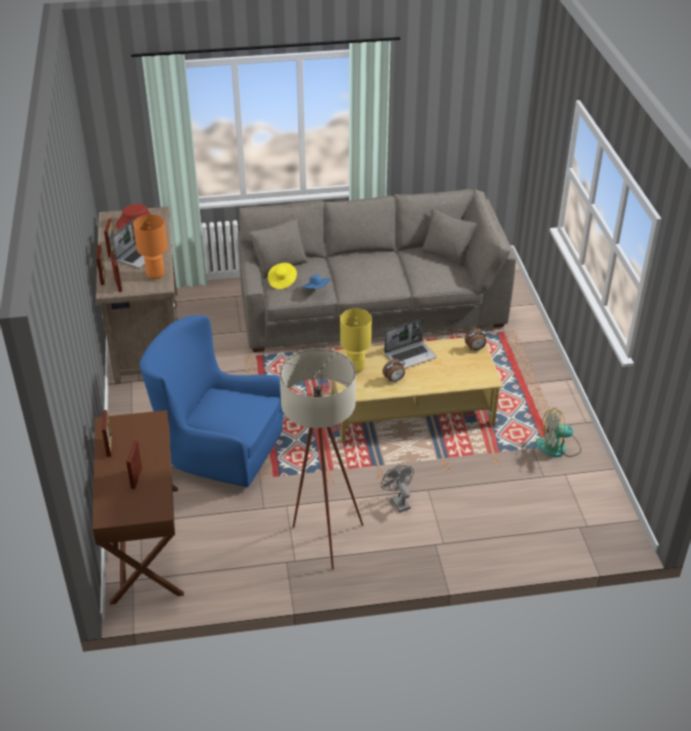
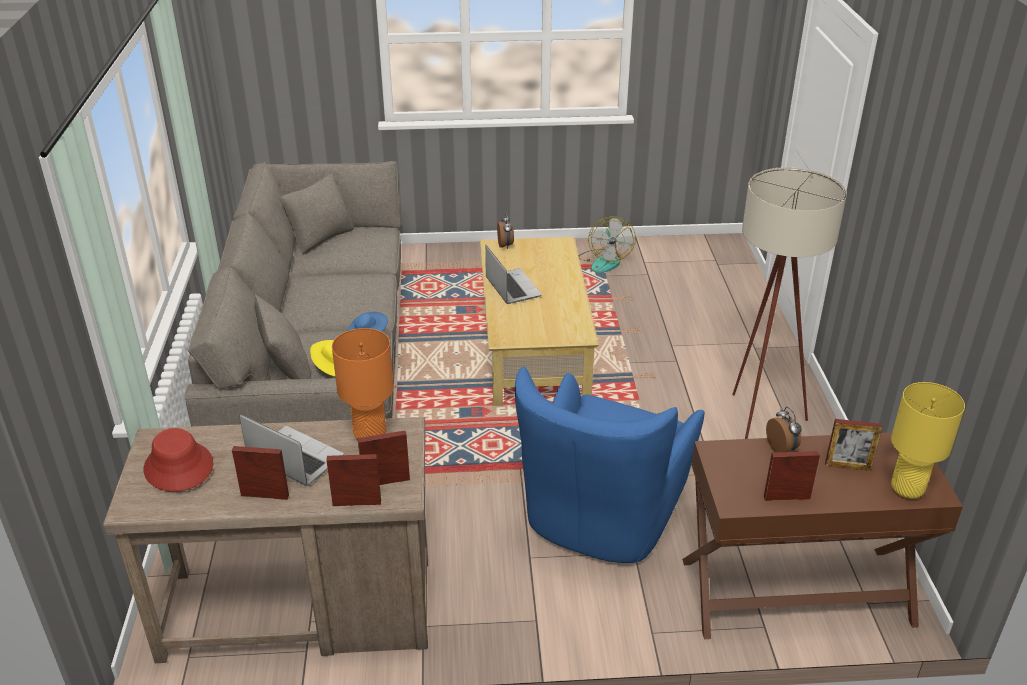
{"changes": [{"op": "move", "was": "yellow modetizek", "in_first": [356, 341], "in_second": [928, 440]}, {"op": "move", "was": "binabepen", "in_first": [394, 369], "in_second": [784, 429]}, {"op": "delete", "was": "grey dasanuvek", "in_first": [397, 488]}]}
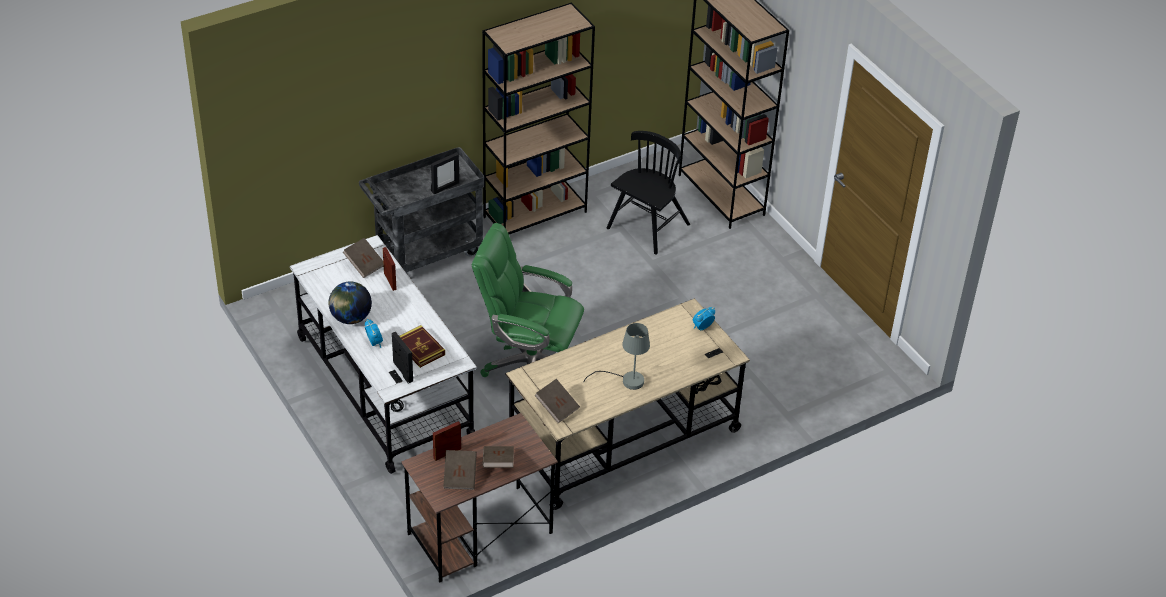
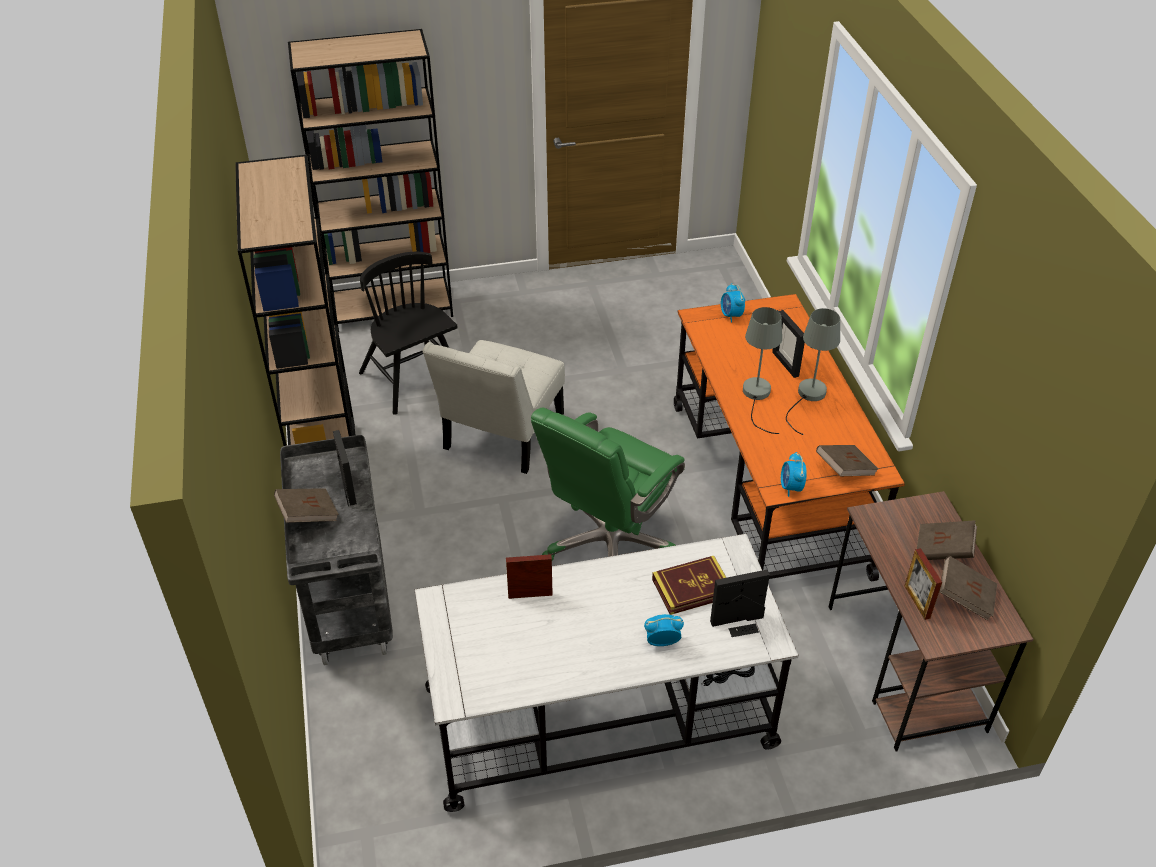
{"changes": [{"op": "move", "was": "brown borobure", "in_first": [363, 258], "in_second": [306, 505]}, {"op": "delete", "was": "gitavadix", "in_first": [350, 302]}, {"op": "recolor", "was": "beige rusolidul", "now": "orange rusolidul", "in_first": [628, 404], "in_second": [789, 438]}, {"op": "insert", "now": "grey modetizek", "in_second": [762, 370]}, {"op": "insert", "now": "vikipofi", "in_second": [788, 344]}, {"op": "insert", "now": "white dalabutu", "in_second": [494, 407]}, {"op": "insert", "now": "binabepen", "in_second": [794, 474]}]}
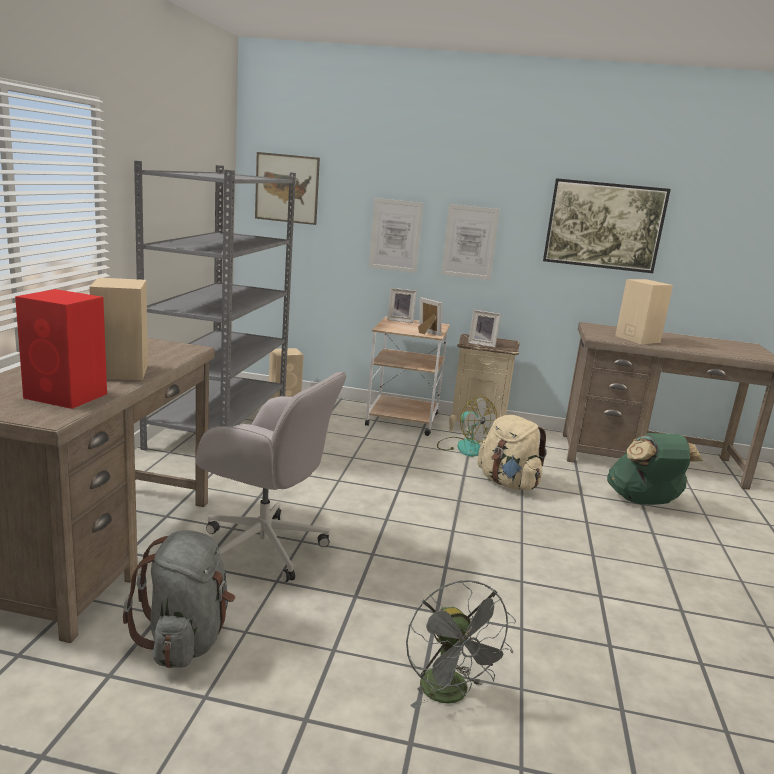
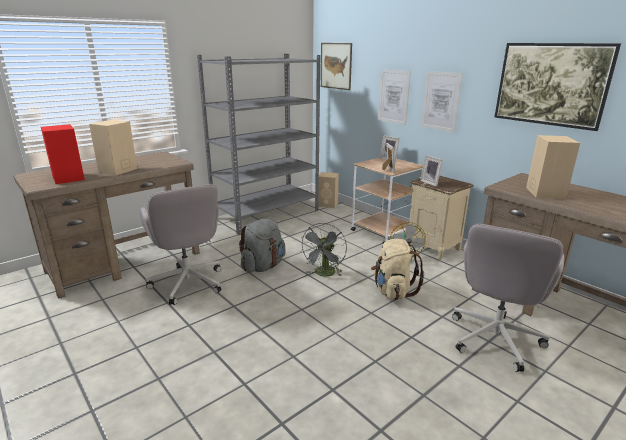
{"changes": [{"op": "replace", "was": "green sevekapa", "now": "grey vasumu", "in_first": [655, 469], "in_second": [508, 298]}, {"op": "move", "was": "grey sevekapa", "in_first": [179, 599], "in_second": [262, 246]}, {"op": "move", "was": "grey dasanuvek", "in_first": [461, 644], "in_second": [323, 250]}]}
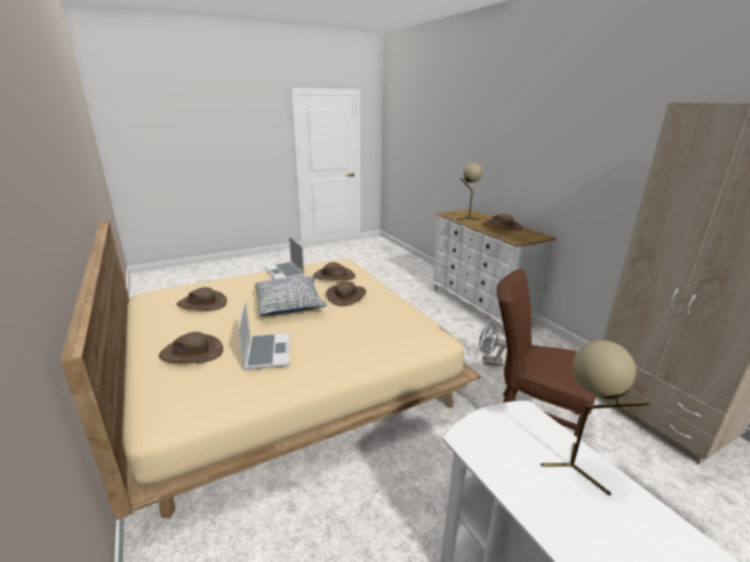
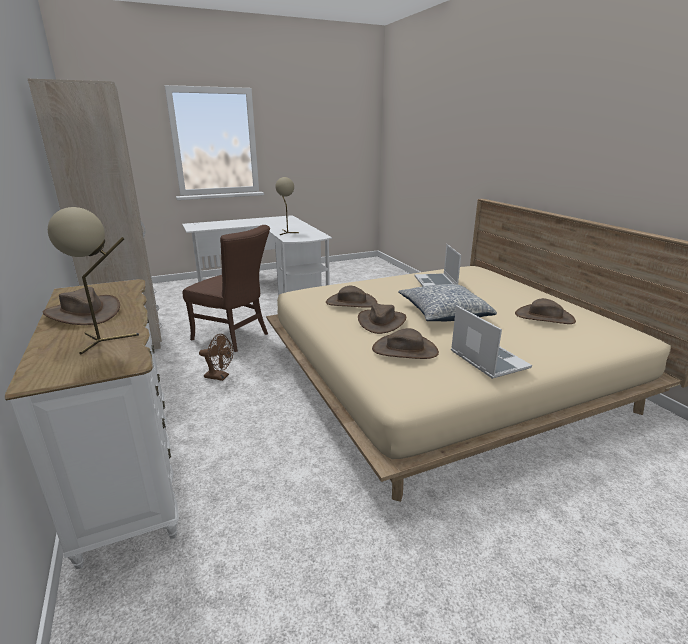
{"changes": [{"op": "recolor", "was": "grey dasanuvek", "now": "brown dasanuvek", "in_first": [493, 345], "in_second": [216, 357]}, {"op": "move", "was": "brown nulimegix", "in_first": [191, 347], "in_second": [352, 296]}]}
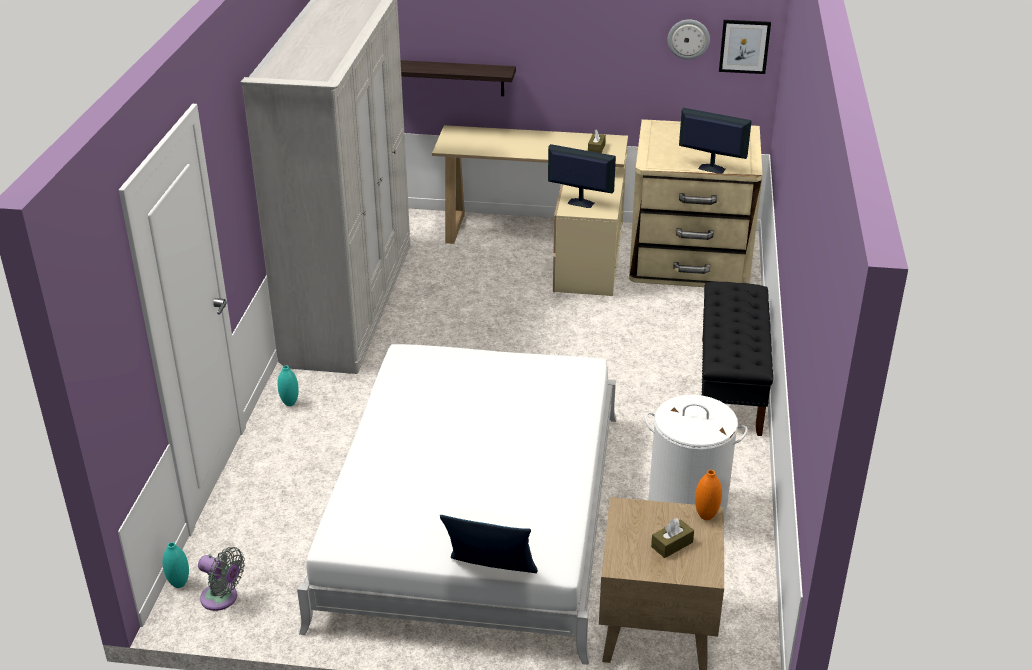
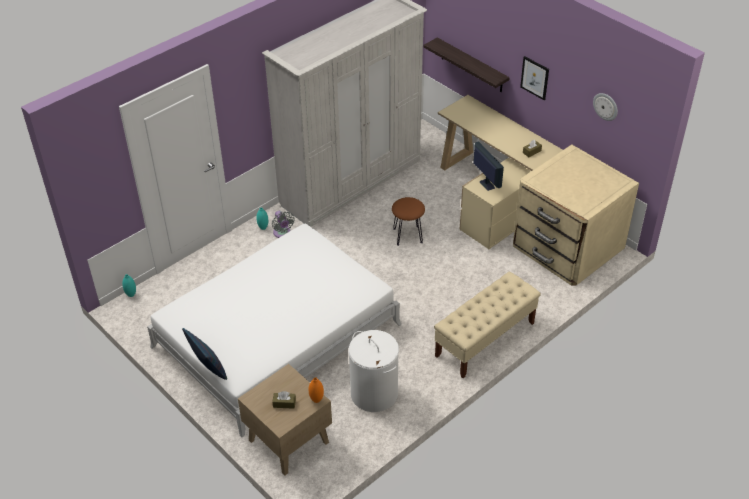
{"changes": [{"op": "move", "was": "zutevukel", "in_first": [745, 47], "in_second": [534, 78]}, {"op": "delete", "was": "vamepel", "in_first": [715, 141]}, {"op": "recolor", "was": "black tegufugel", "now": "beige tegufugel", "in_first": [737, 359], "in_second": [487, 325]}, {"op": "move", "was": "grey dasanuvek", "in_first": [221, 579], "in_second": [283, 224]}, {"op": "insert", "now": "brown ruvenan", "in_second": [408, 221]}]}
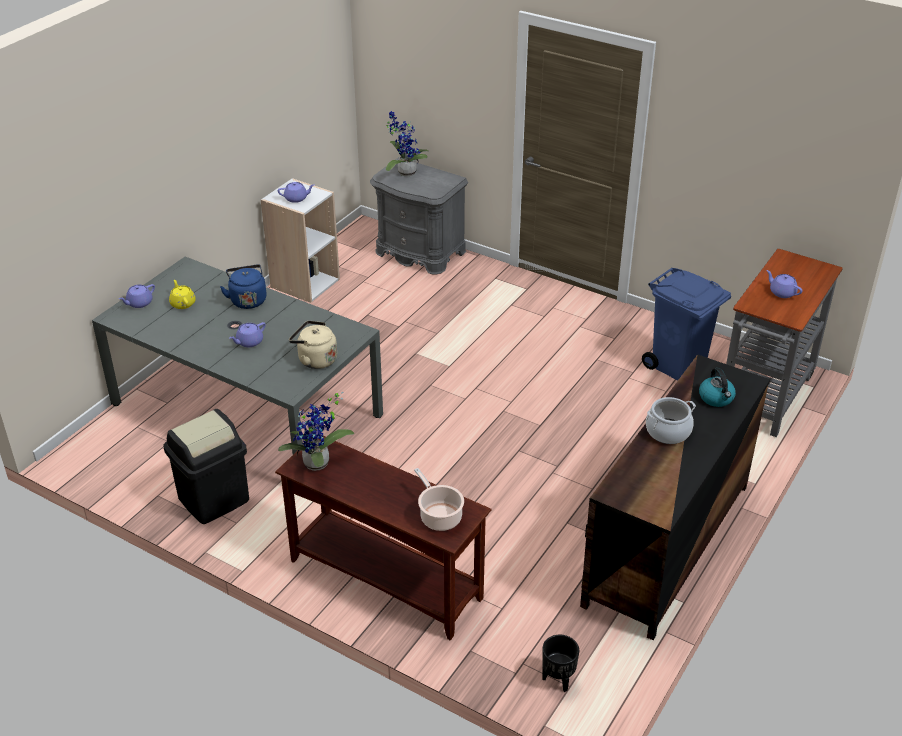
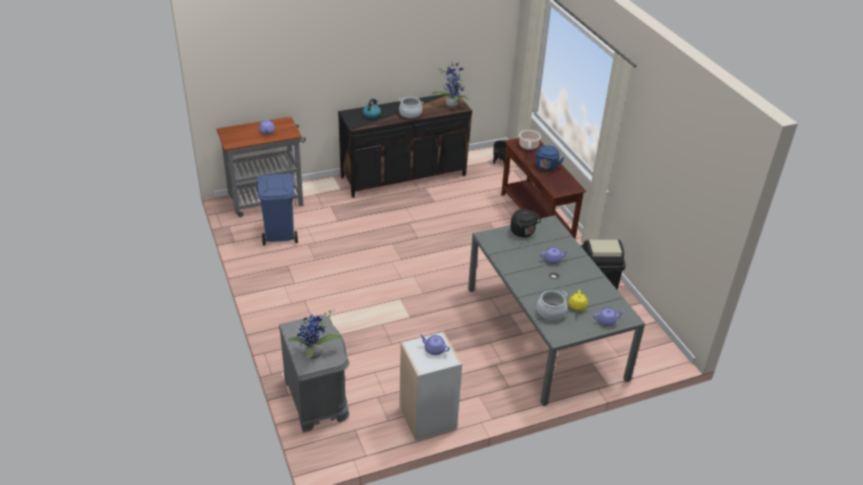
{"changes": [{"op": "move", "was": "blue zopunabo", "in_first": [243, 286], "in_second": [549, 158]}, {"op": "recolor", "was": "beige zopunabo", "now": "black zopunabo", "in_first": [313, 345], "in_second": [525, 223]}, {"op": "move", "was": "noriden", "in_first": [316, 431], "in_second": [450, 85]}, {"op": "insert", "now": "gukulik", "in_second": [552, 305]}]}
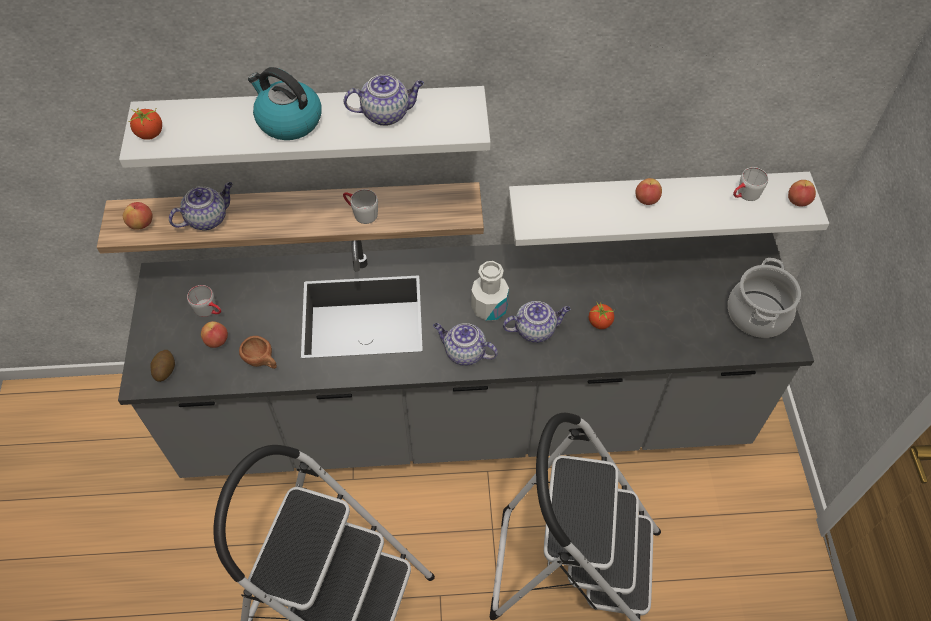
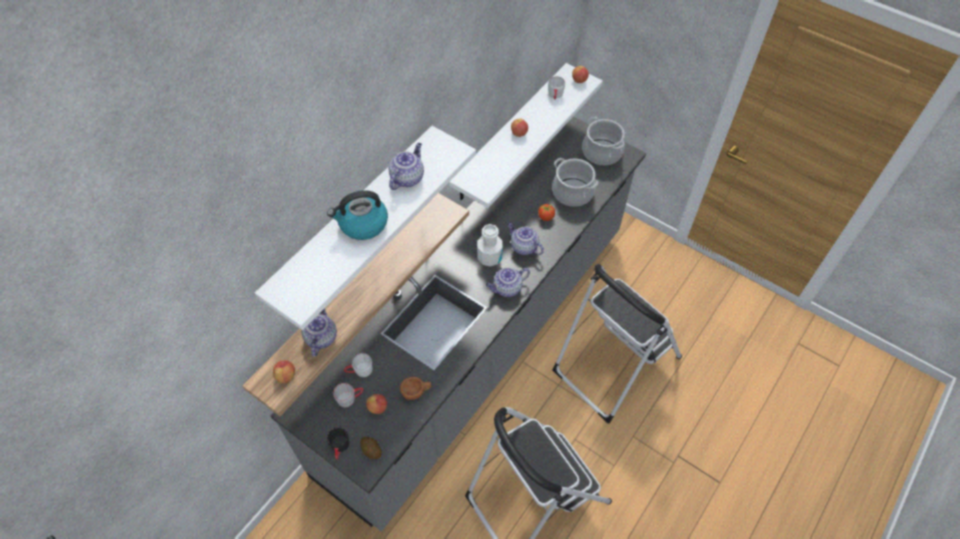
{"changes": [{"op": "delete", "was": "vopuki", "in_first": [145, 124]}, {"op": "move", "was": "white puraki", "in_first": [360, 206], "in_second": [358, 365]}, {"op": "rotate", "was": "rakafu", "in_first": [536, 322], "in_second": [525, 238], "clockwise": -75}, {"op": "insert", "now": "gukulik", "in_second": [575, 182]}, {"op": "insert", "now": "black puraki", "in_second": [338, 443]}]}
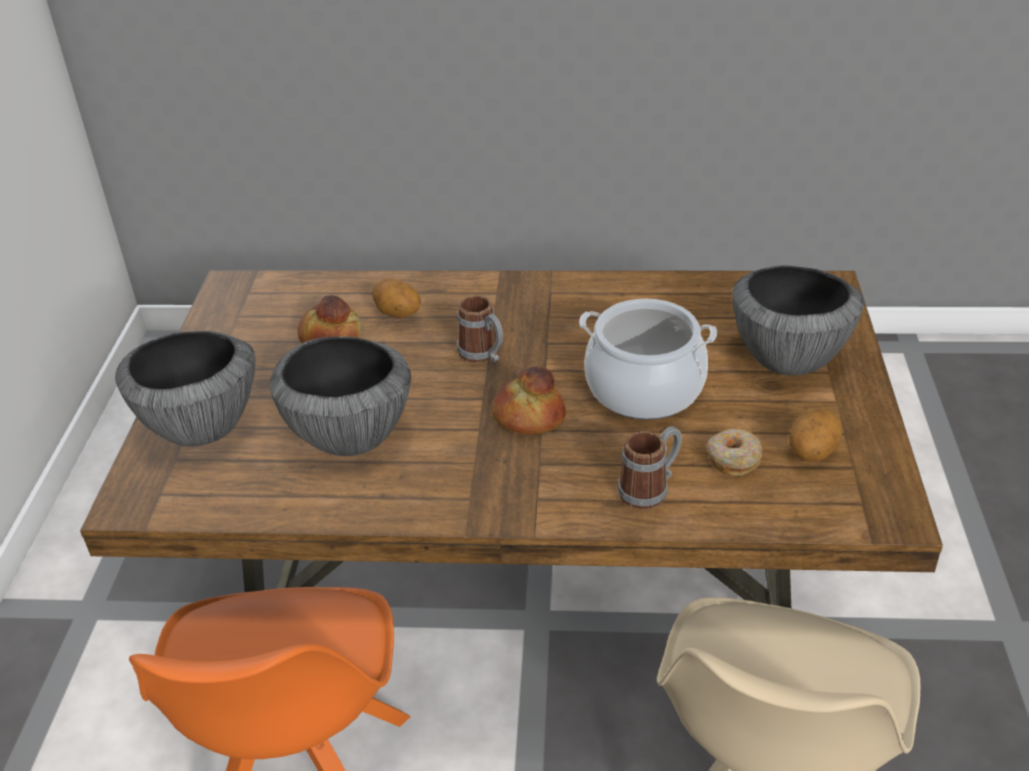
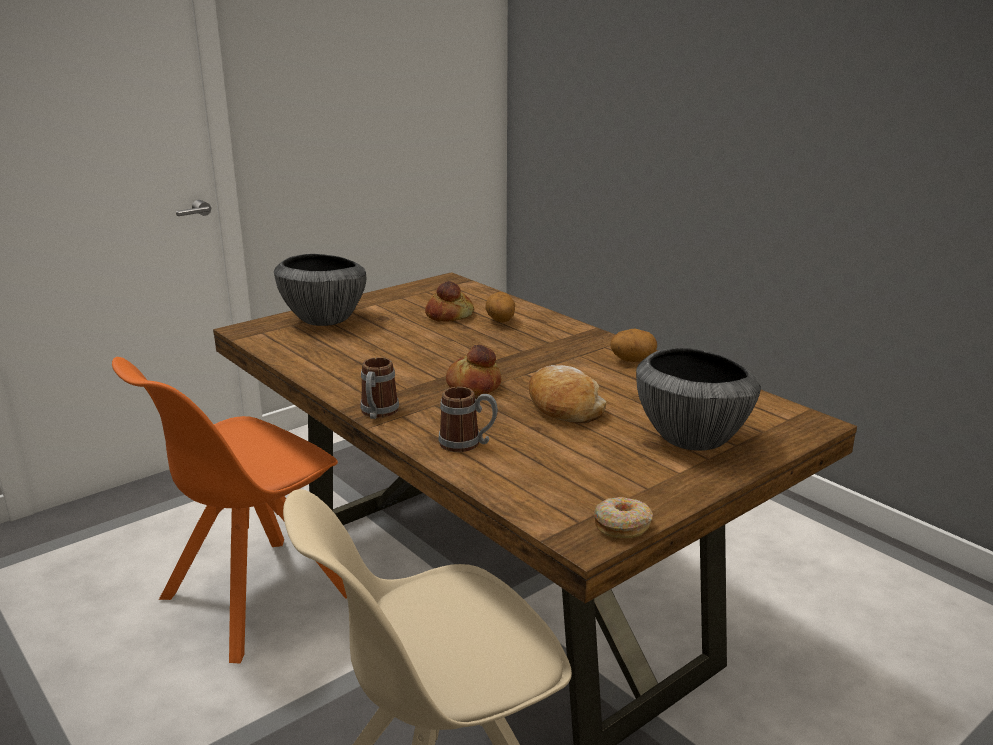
{"changes": [{"op": "move", "was": "puraki", "in_first": [480, 329], "in_second": [379, 388]}, {"op": "replace", "was": "gukulik", "now": "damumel", "in_first": [648, 359], "in_second": [567, 394]}, {"op": "delete", "was": "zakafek", "in_first": [340, 396]}, {"op": "move", "was": "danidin", "in_first": [815, 435], "in_second": [633, 345]}, {"op": "move", "was": "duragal", "in_first": [734, 452], "in_second": [623, 517]}]}
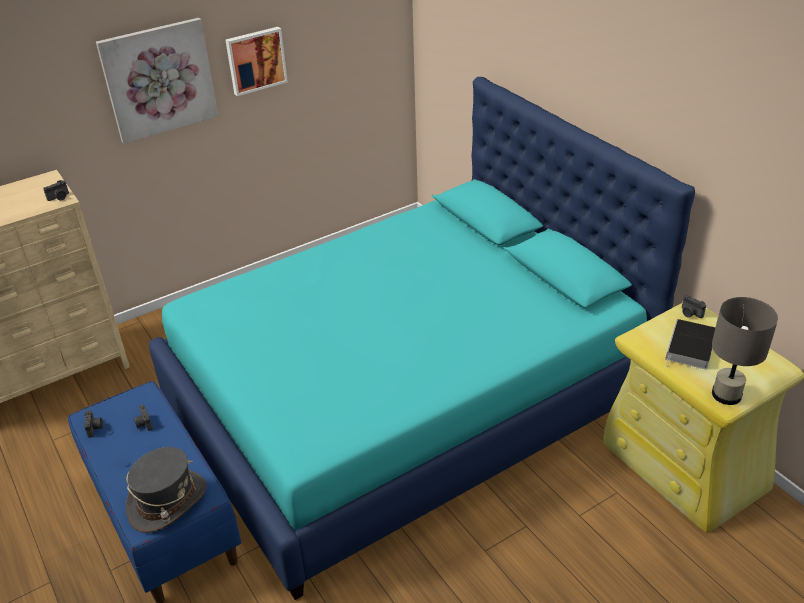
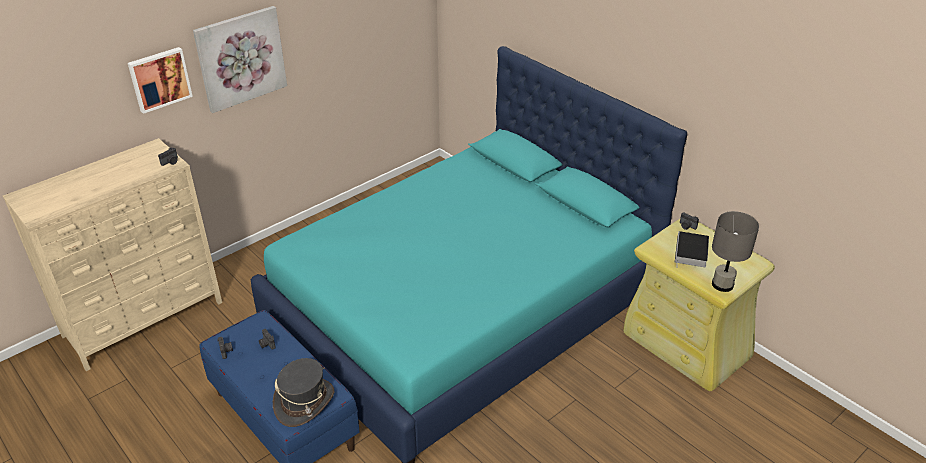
{"changes": [{"op": "move", "was": "zutevukel", "in_first": [257, 61], "in_second": [160, 80]}]}
